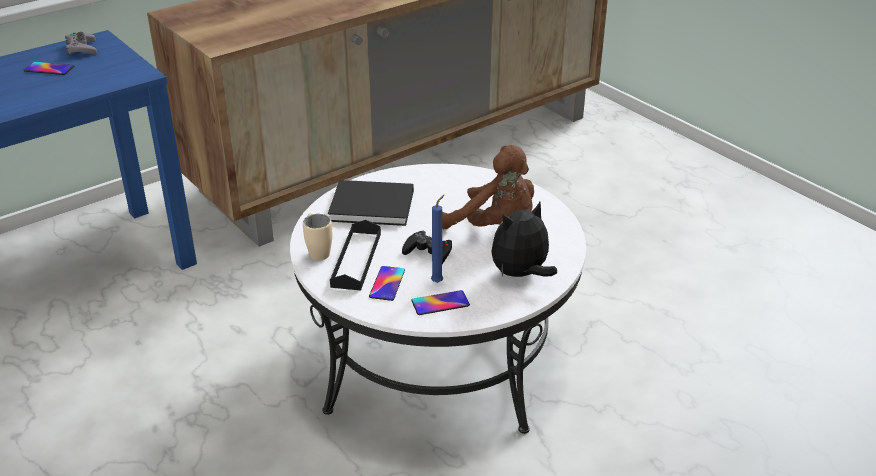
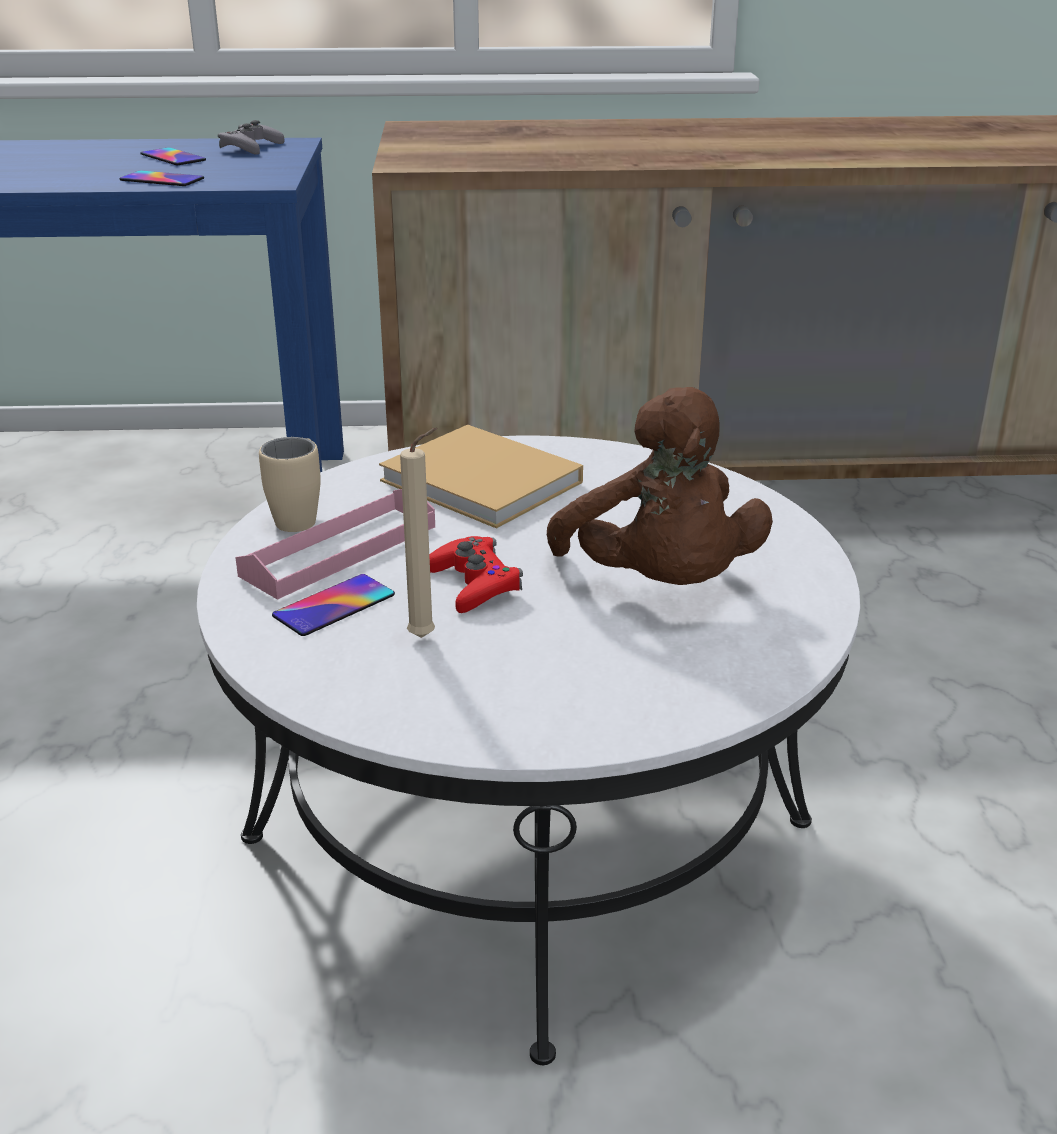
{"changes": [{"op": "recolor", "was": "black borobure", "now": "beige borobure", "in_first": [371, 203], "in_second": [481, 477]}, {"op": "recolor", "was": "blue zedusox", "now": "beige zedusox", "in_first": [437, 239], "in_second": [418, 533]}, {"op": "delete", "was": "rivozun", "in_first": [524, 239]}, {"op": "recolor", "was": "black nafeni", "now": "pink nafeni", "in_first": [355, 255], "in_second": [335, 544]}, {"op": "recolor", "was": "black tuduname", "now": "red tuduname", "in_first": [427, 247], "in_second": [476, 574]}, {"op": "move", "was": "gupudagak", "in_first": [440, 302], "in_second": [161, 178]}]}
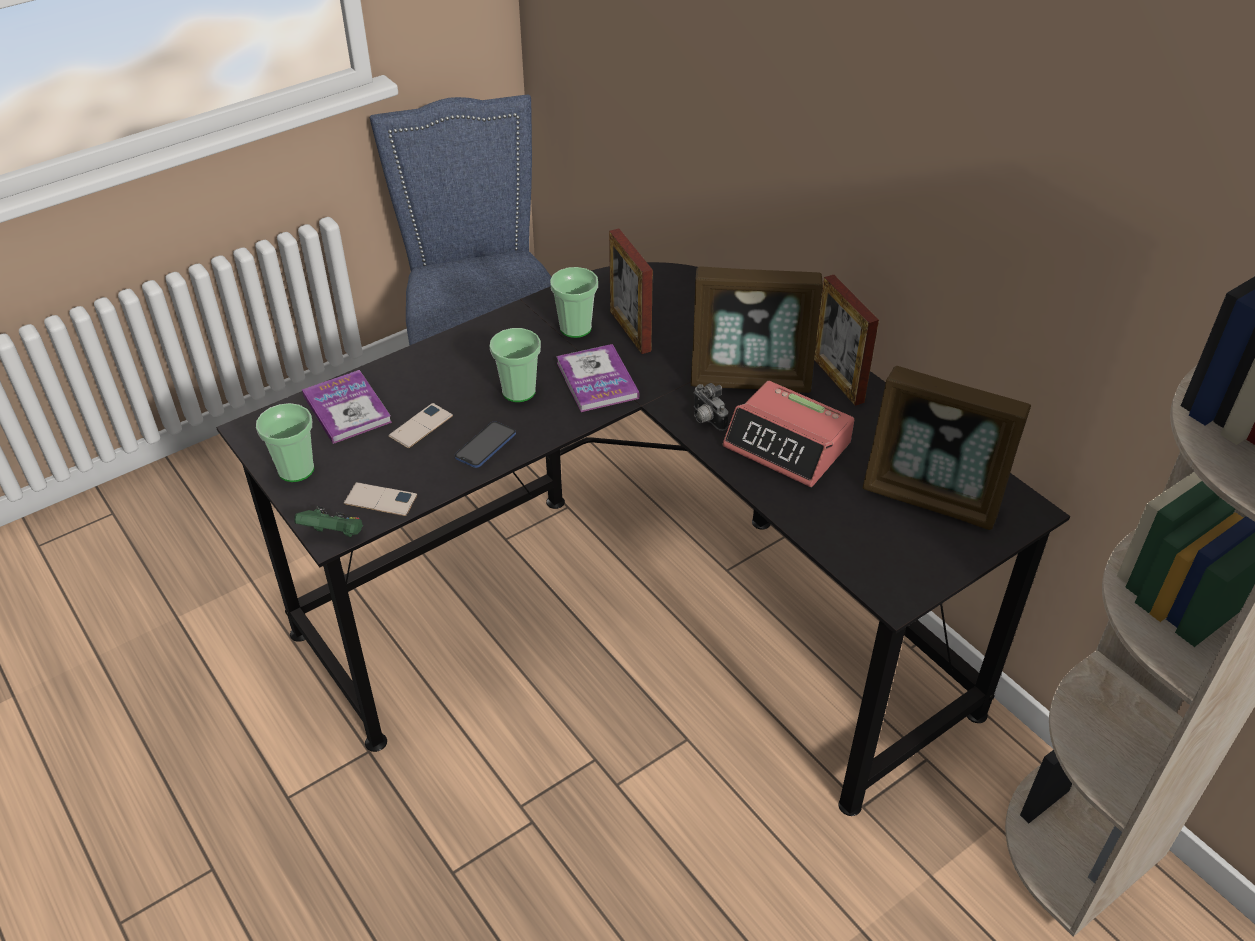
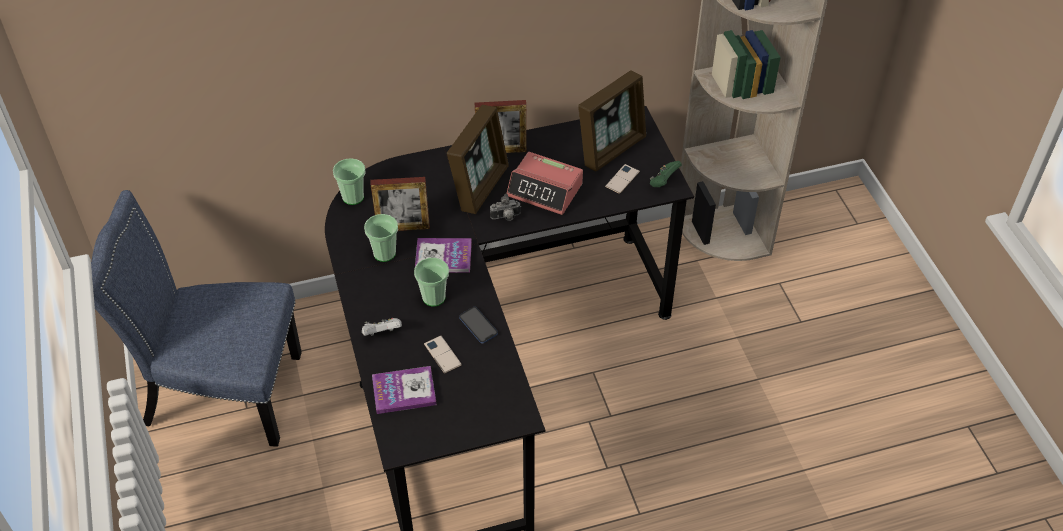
{"changes": [{"op": "rotate", "was": "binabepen", "in_first": [788, 434], "in_second": [544, 183], "clockwise": 60}, {"op": "move", "was": "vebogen", "in_first": [285, 442], "in_second": [349, 181]}, {"op": "move", "was": "gupudagak", "in_first": [380, 499], "in_second": [622, 179]}, {"op": "move", "was": "green tuduname", "in_first": [328, 521], "in_second": [666, 174]}, {"op": "insert", "now": "white tuduname", "in_second": [382, 327]}]}
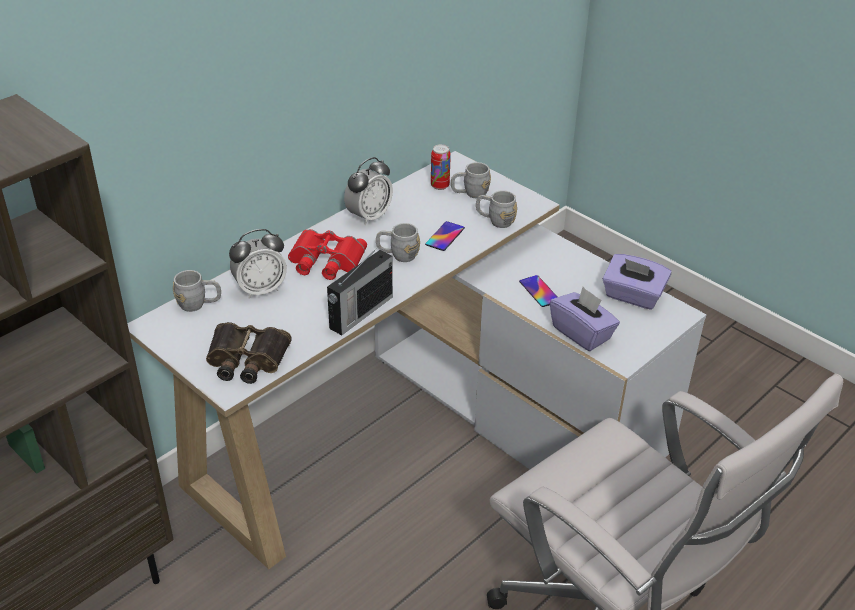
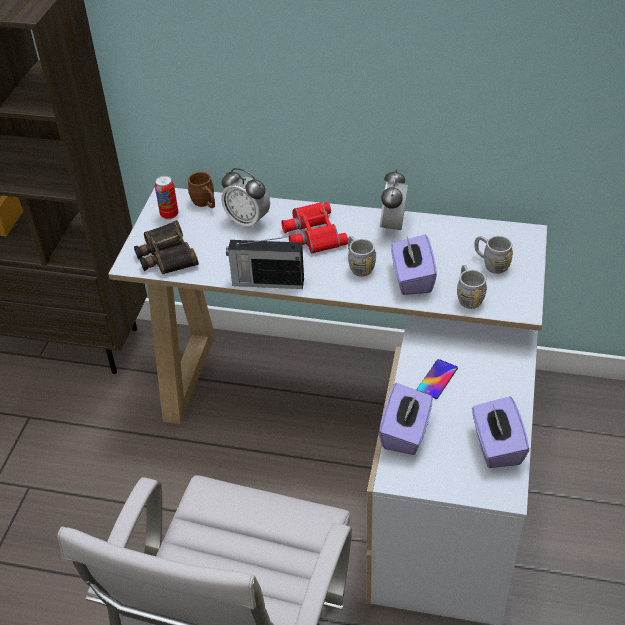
{"changes": [{"op": "move", "was": "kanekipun", "in_first": [441, 167], "in_second": [166, 197]}, {"op": "rotate", "was": "binabepen", "in_first": [368, 191], "in_second": [394, 201], "clockwise": 90}, {"op": "replace", "was": "gupudagak", "now": "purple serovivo", "in_first": [445, 236], "in_second": [414, 265]}, {"op": "recolor", "was": "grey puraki", "now": "brown puraki", "in_first": [197, 291], "in_second": [201, 190]}]}
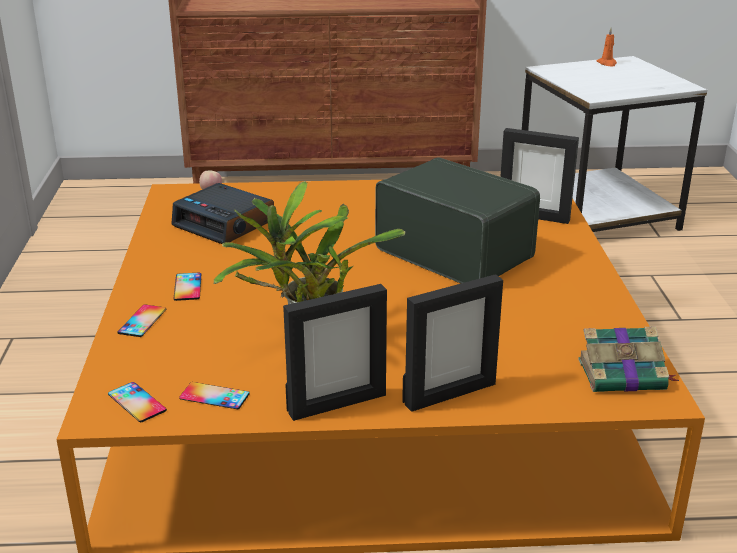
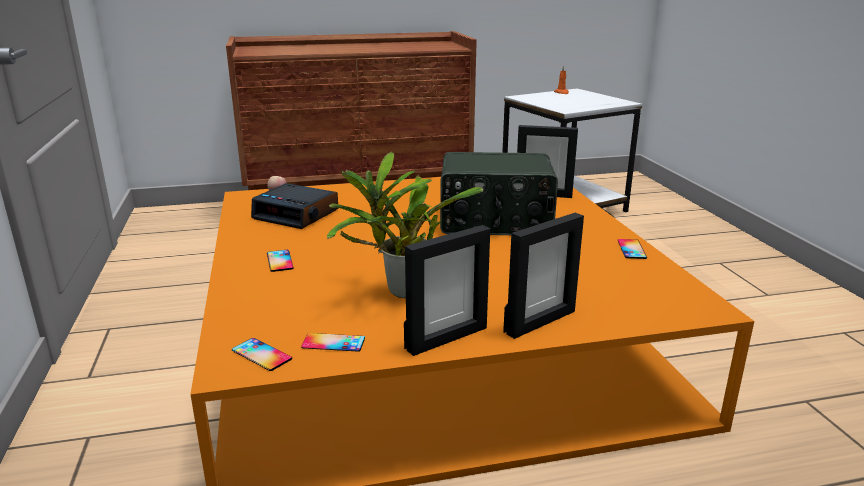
{"changes": [{"op": "rotate", "was": "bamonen", "in_first": [457, 220], "in_second": [499, 193], "clockwise": 150}, {"op": "move", "was": "gupudagak", "in_first": [141, 320], "in_second": [632, 249]}, {"op": "delete", "was": "borobure", "in_first": [628, 359]}]}
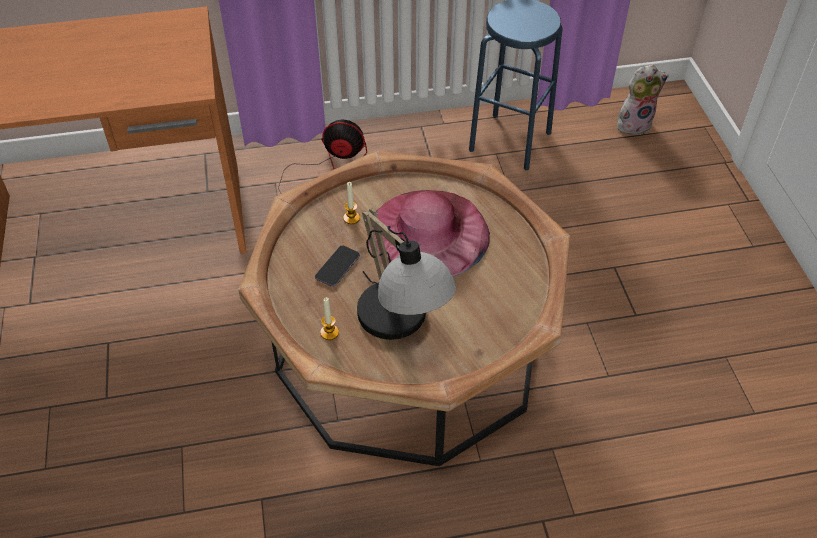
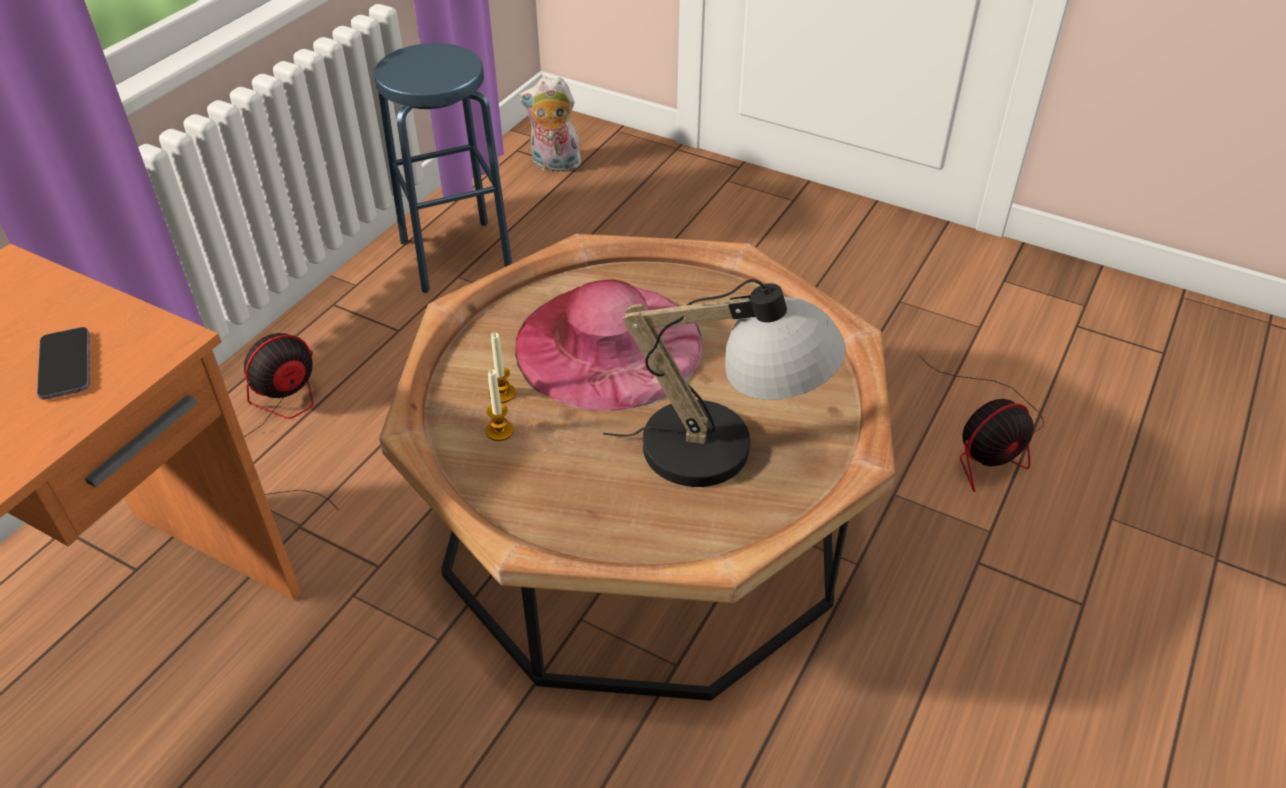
{"changes": [{"op": "rotate", "was": "rivozun", "in_first": [643, 100], "in_second": [550, 124], "clockwise": -105}, {"op": "move", "was": "gupudagak", "in_first": [337, 266], "in_second": [63, 363]}, {"op": "move", "was": "zedusox", "in_first": [329, 318], "in_second": [500, 405]}, {"op": "insert", "now": "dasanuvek", "in_second": [981, 424]}]}
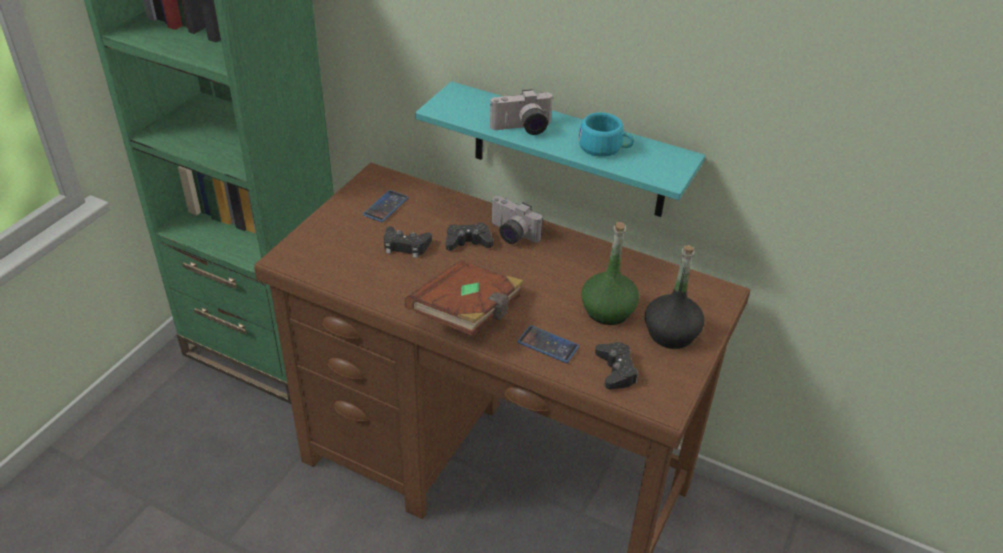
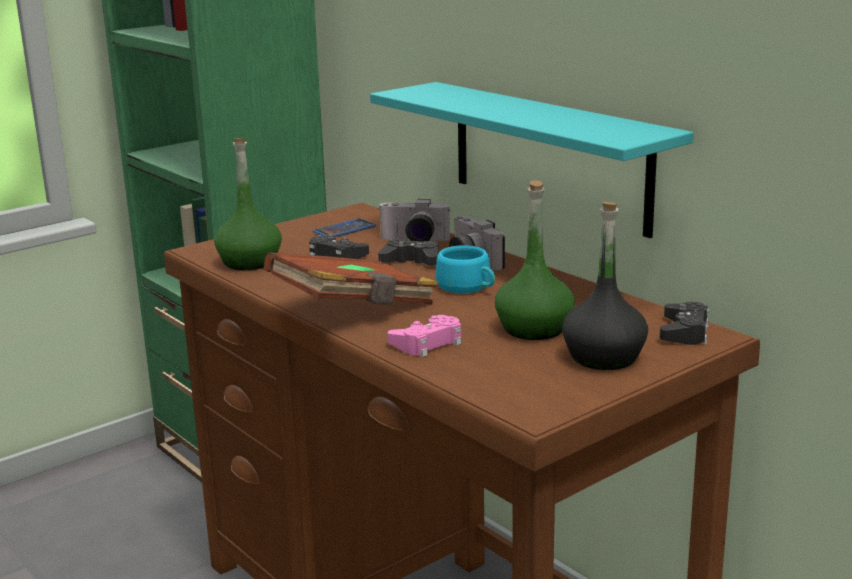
{"changes": [{"op": "move", "was": "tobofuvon", "in_first": [521, 112], "in_second": [414, 220]}, {"op": "move", "was": "turquoise vebogen", "in_first": [606, 135], "in_second": [465, 269]}, {"op": "replace", "was": "gupudagak", "now": "pink tuduname", "in_first": [548, 344], "in_second": [425, 336]}, {"op": "move", "was": "black tuduname", "in_first": [616, 365], "in_second": [684, 323]}, {"op": "insert", "now": "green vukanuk", "in_second": [248, 204]}]}
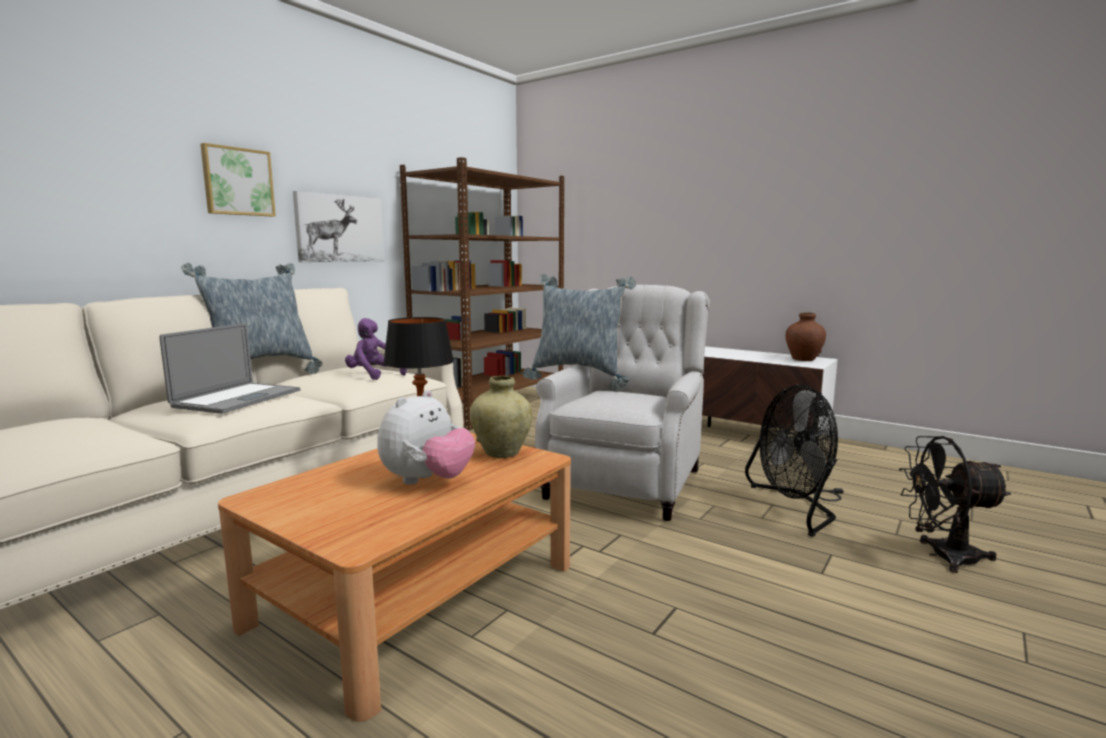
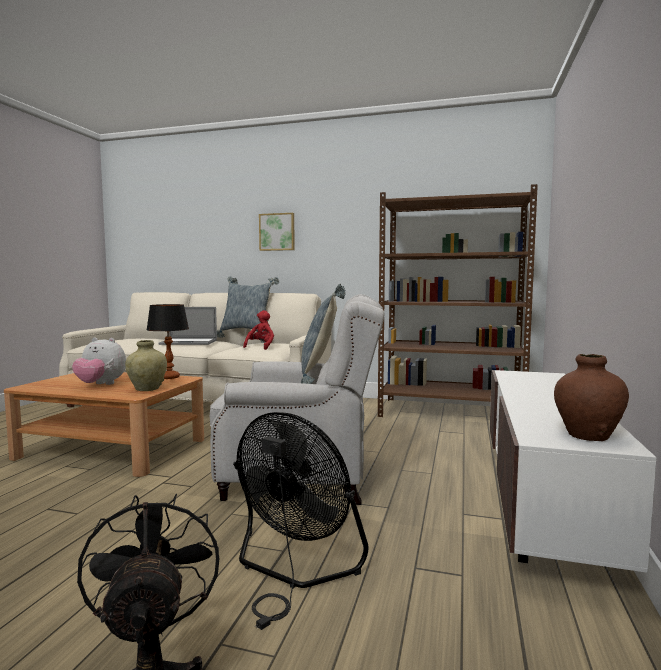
{"changes": [{"op": "delete", "was": "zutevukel", "in_first": [338, 226]}, {"op": "recolor", "was": "purple rivozun", "now": "red rivozun", "in_first": [376, 349], "in_second": [258, 330]}, {"op": "rotate", "was": "black dasanuvek", "in_first": [794, 460], "in_second": [300, 521], "clockwise": 60}]}
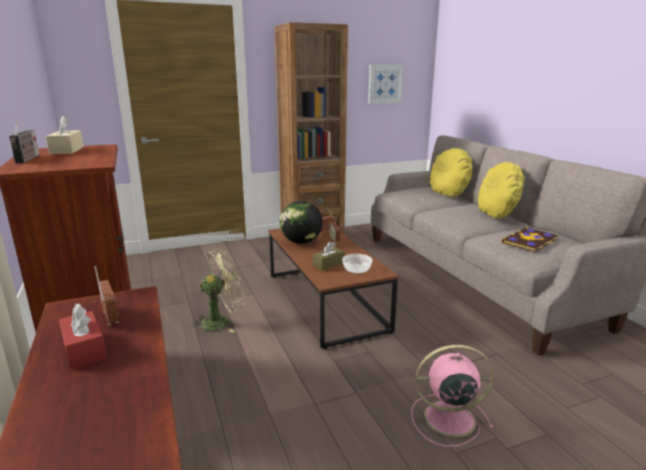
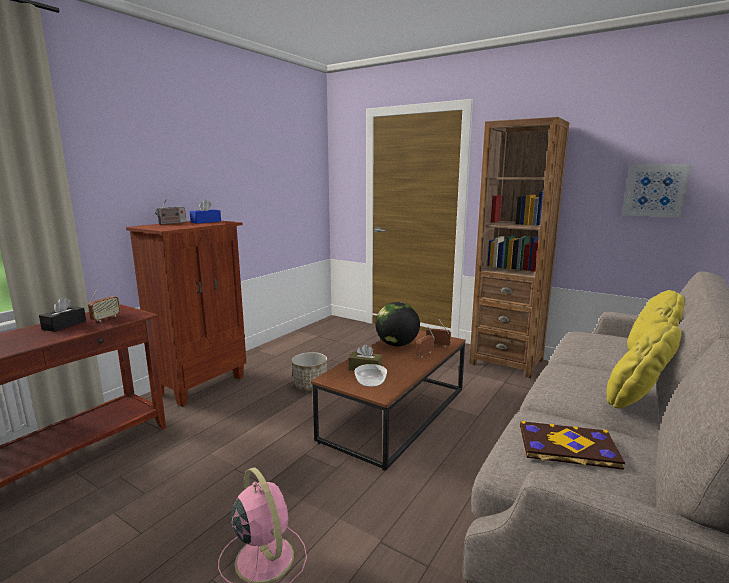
{"changes": [{"op": "recolor", "was": "beige serovivo", "now": "blue serovivo", "in_first": [65, 135], "in_second": [205, 211]}, {"op": "replace", "was": "green dasanuvek", "now": "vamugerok", "in_first": [217, 291], "in_second": [309, 371]}, {"op": "recolor", "was": "red serovivo", "now": "black serovivo", "in_first": [83, 336], "in_second": [62, 315]}]}
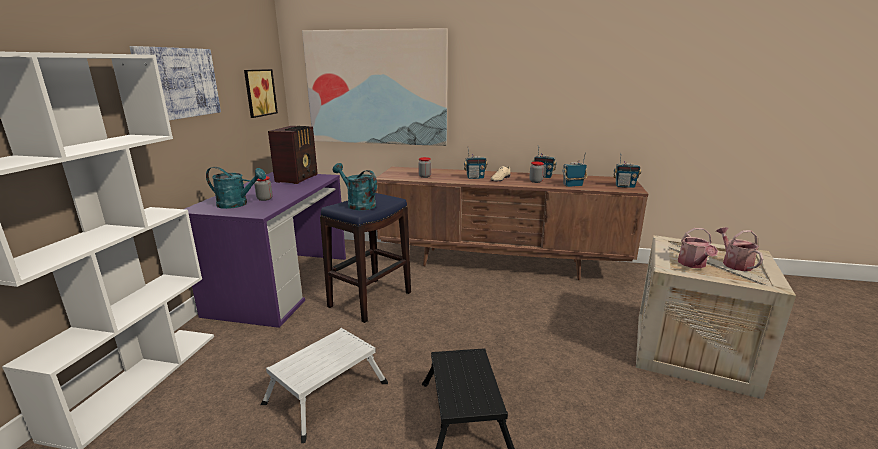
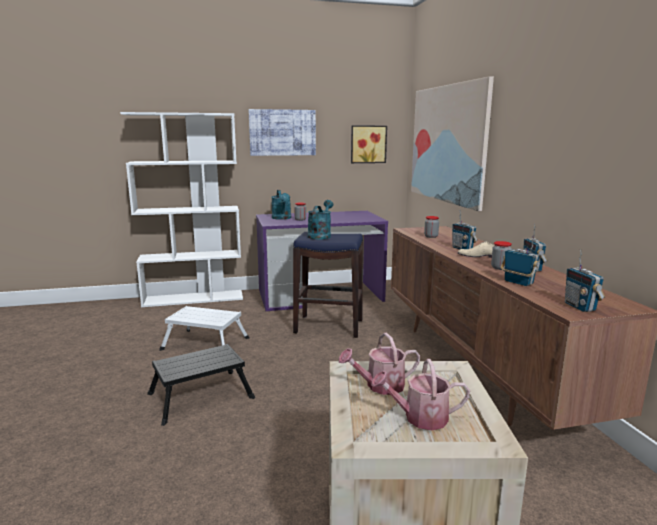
{"changes": [{"op": "delete", "was": "bamonen", "in_first": [293, 155]}, {"op": "rotate", "was": "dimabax", "in_first": [739, 249], "in_second": [420, 394], "clockwise": -150}]}
